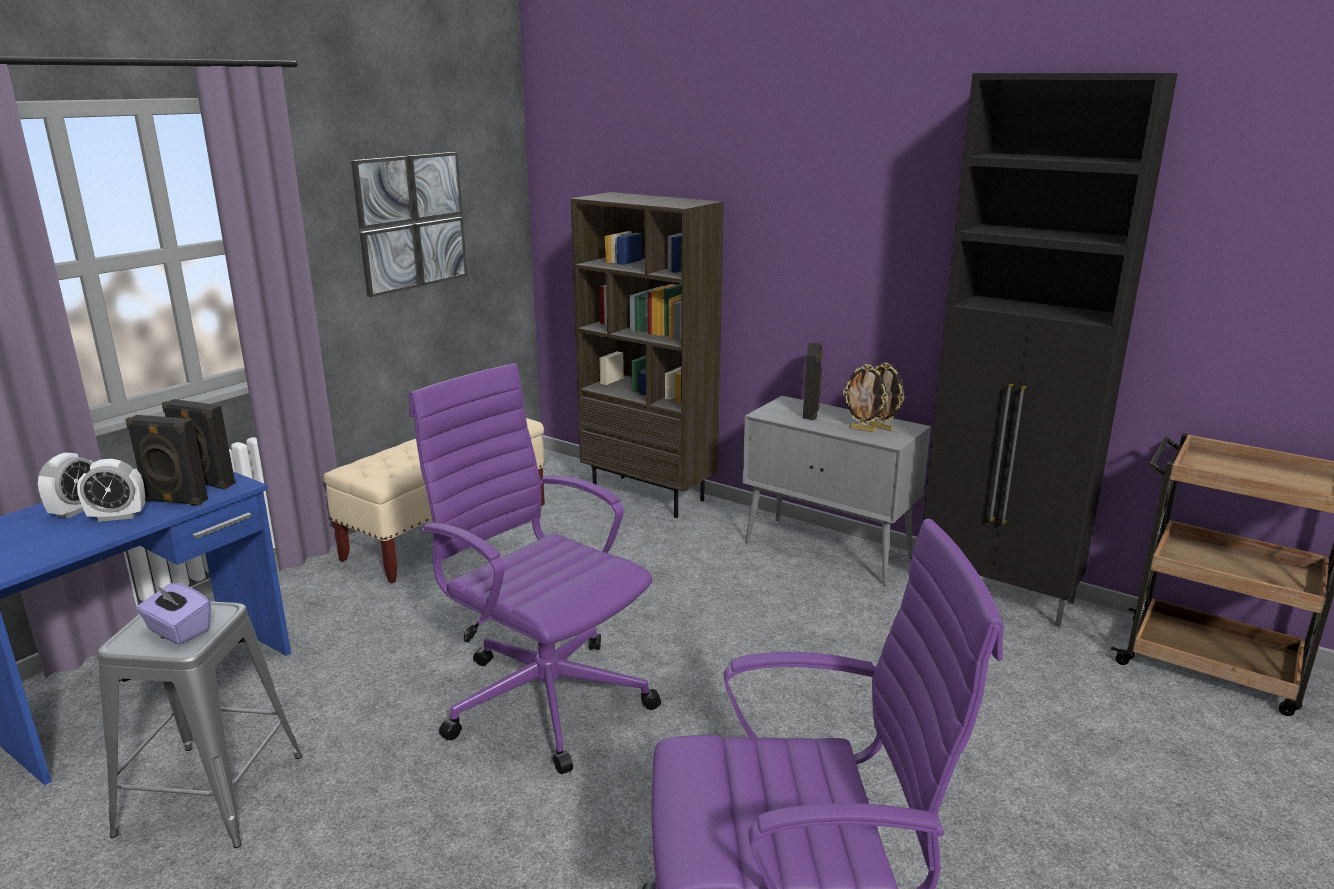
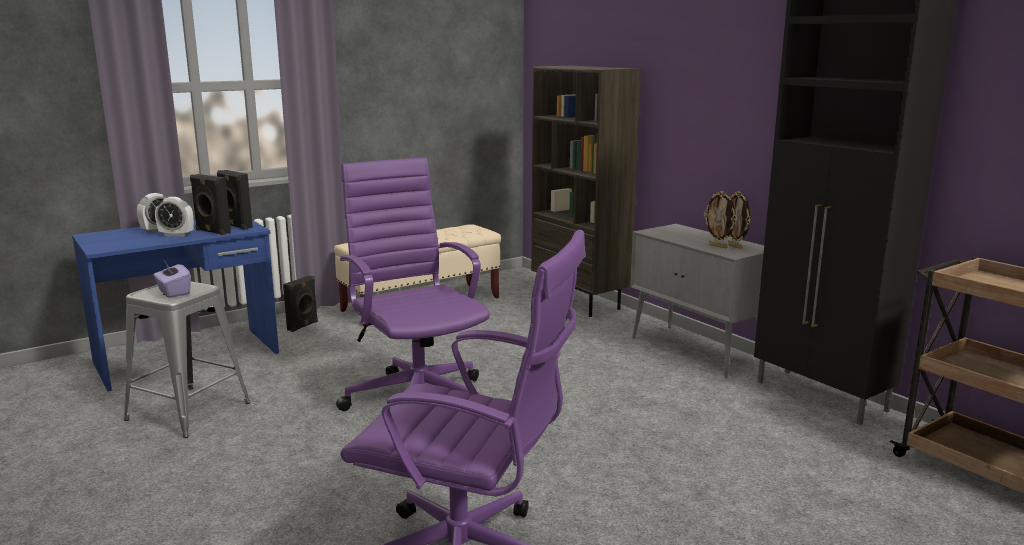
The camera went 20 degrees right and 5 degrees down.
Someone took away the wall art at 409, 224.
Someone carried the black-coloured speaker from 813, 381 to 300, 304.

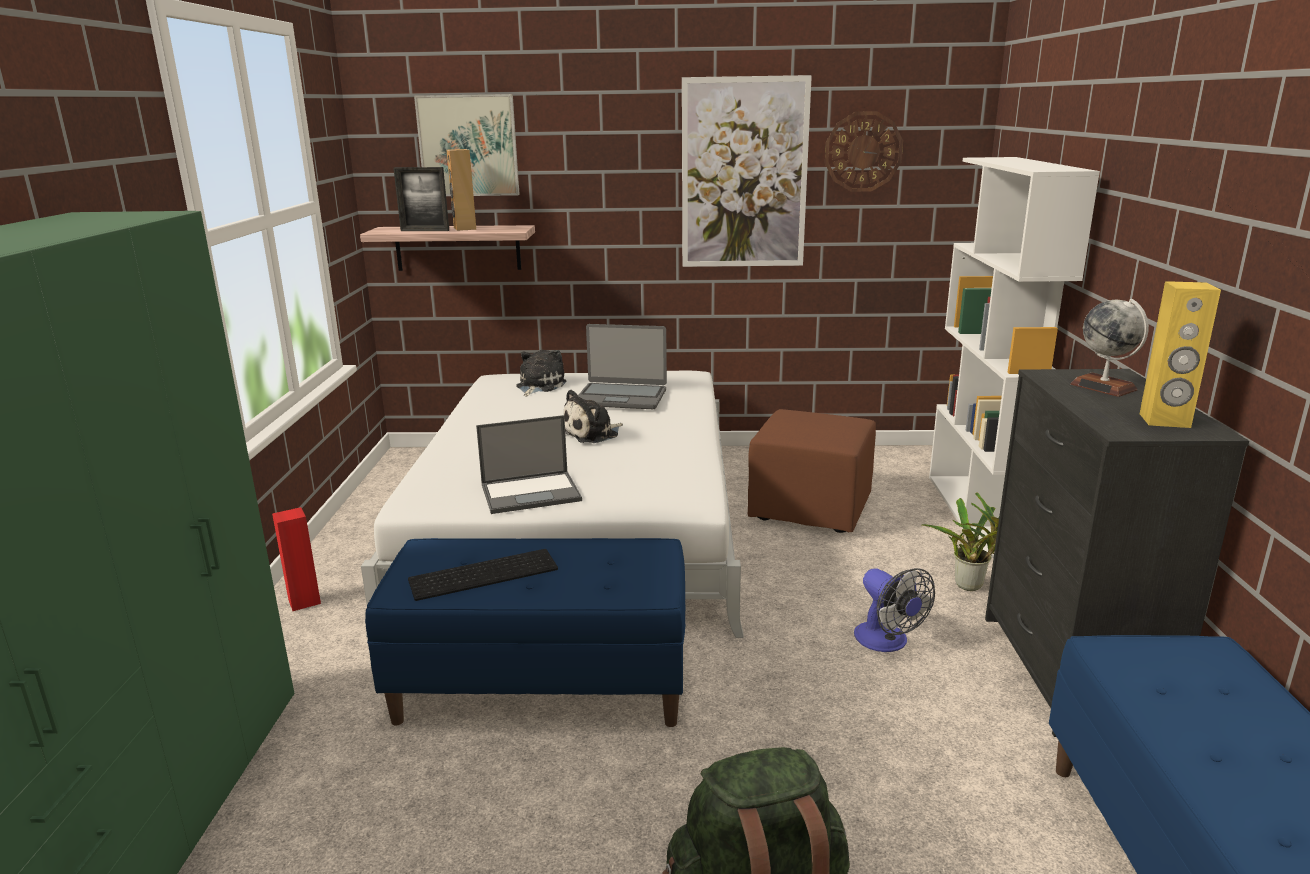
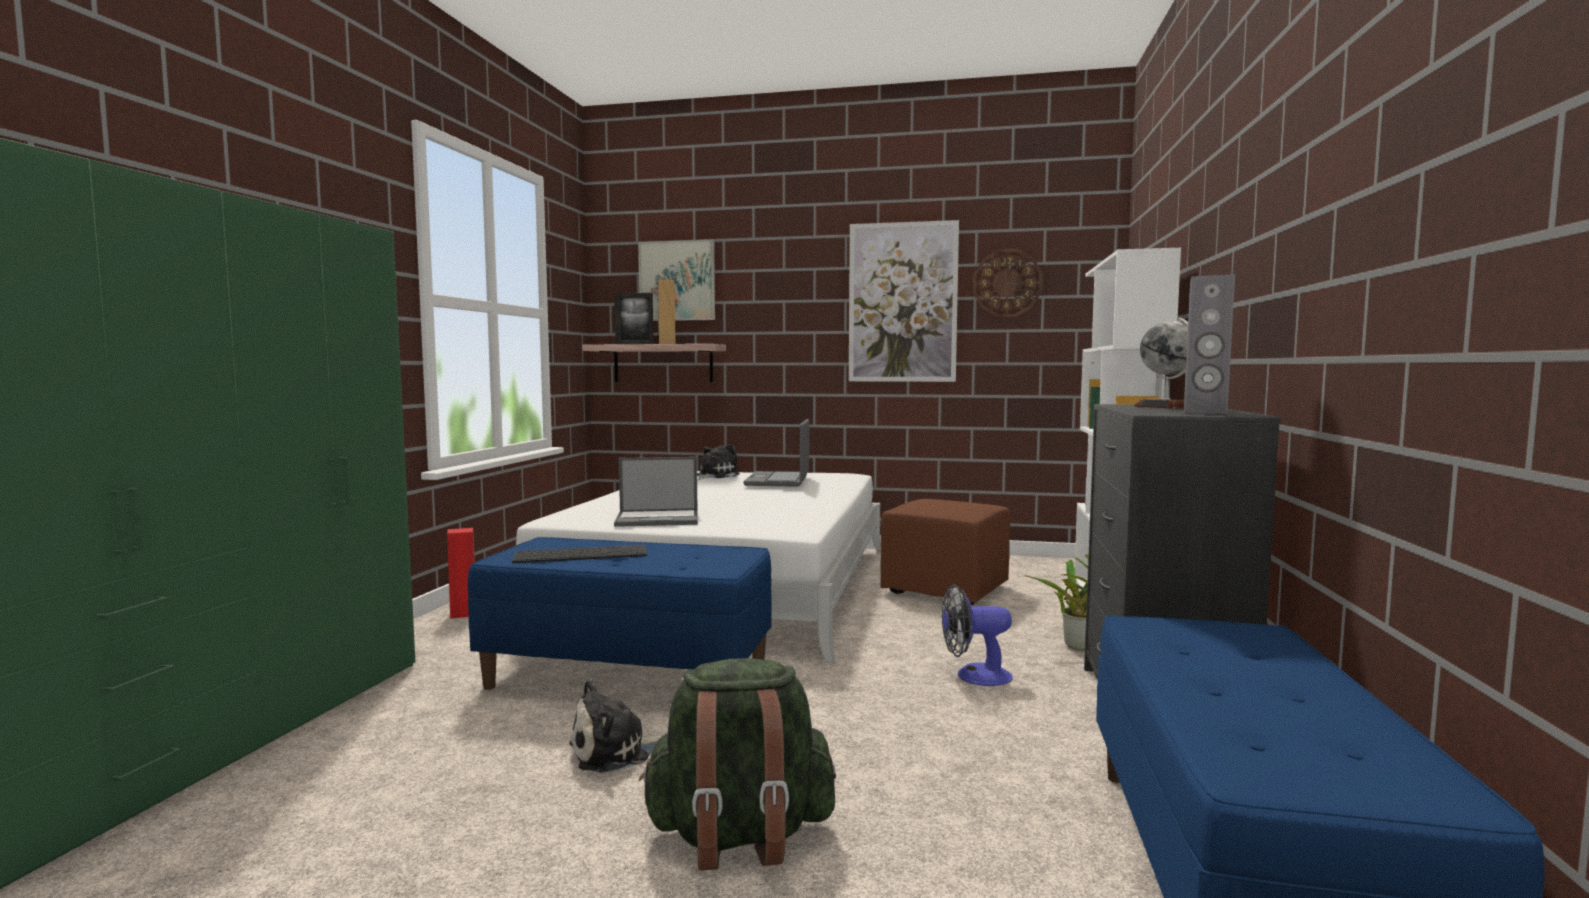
The camera went 10 degrees right and 15 degrees down.
Someone carried the soft toy from 593, 416 to 616, 726.
Someone repainted the yellowish speaker at 1180, 354, which became the grey speaker at 1209, 344.
Someone rotated the laptop at 622, 366 by 75 degrees clockwise.
Someone rotated the fan at 894, 610 by 105 degrees clockwise.

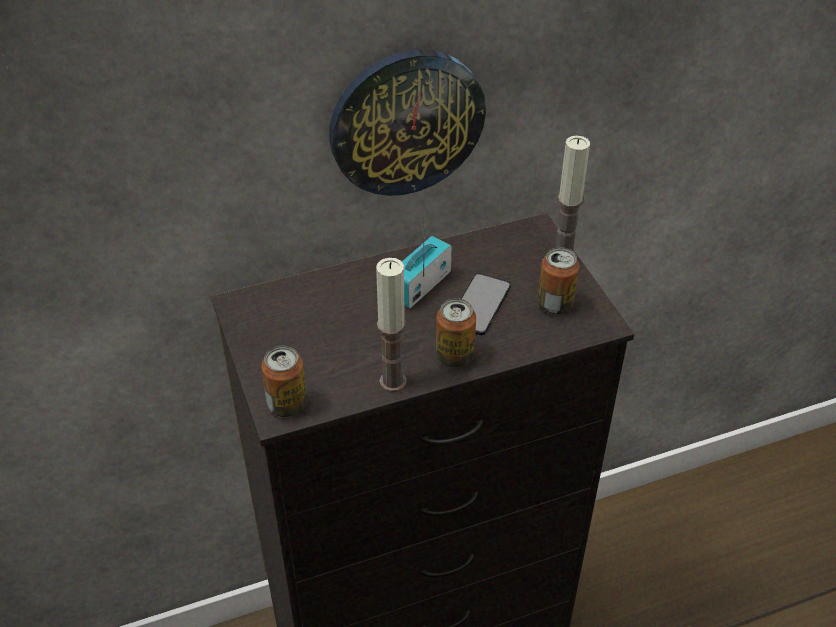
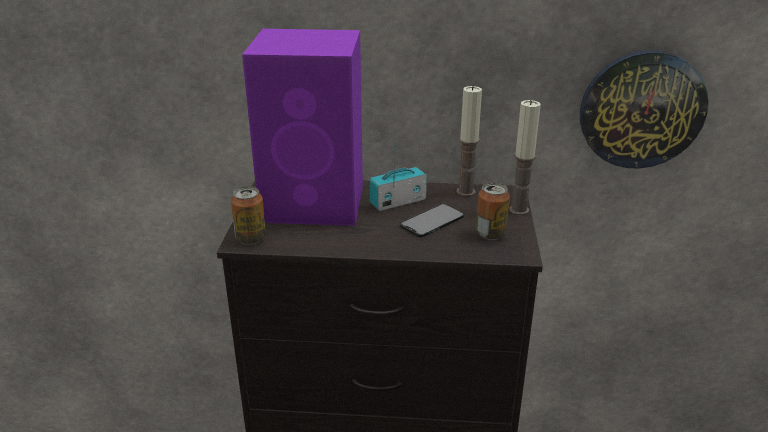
The camera went 25 degrees right and 15 degrees down.
Someone took away the metal can at 456, 333.
Someone put down the purple-coloured speaker at 302, 127.
Someone carried the wall clock from 407, 123 to 644, 109.
Someone carried the wax light from 391, 325 to 469, 141.

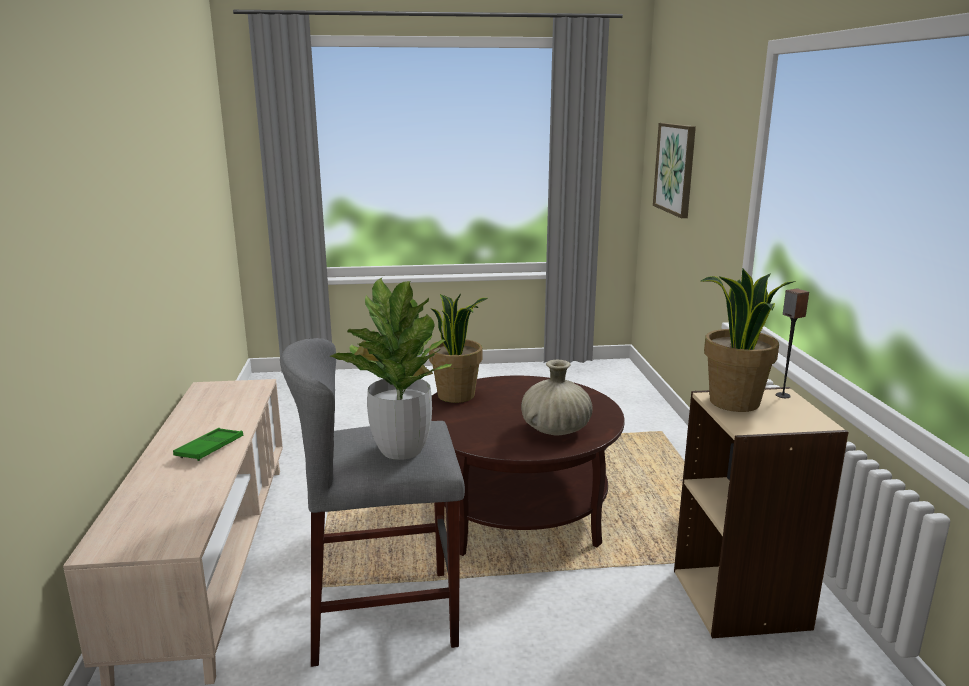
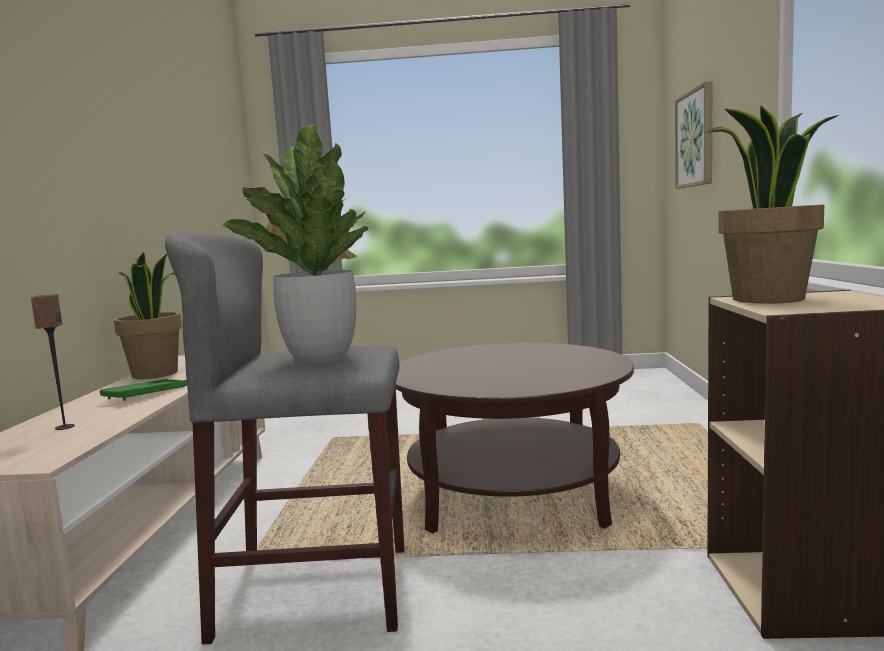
The camera went 10 degrees right and 10 degrees down.
Someone took away the beige vase at 557, 398.
Someone carried the plant in a pot from 458, 348 to 148, 315.
Someone carried the speaker from 792, 343 to 53, 362.

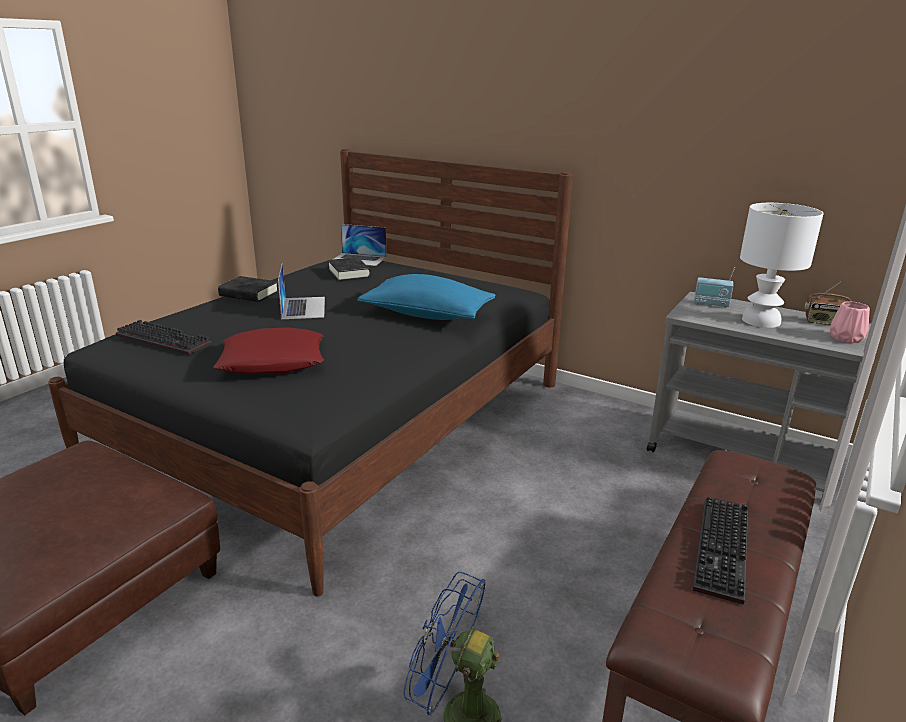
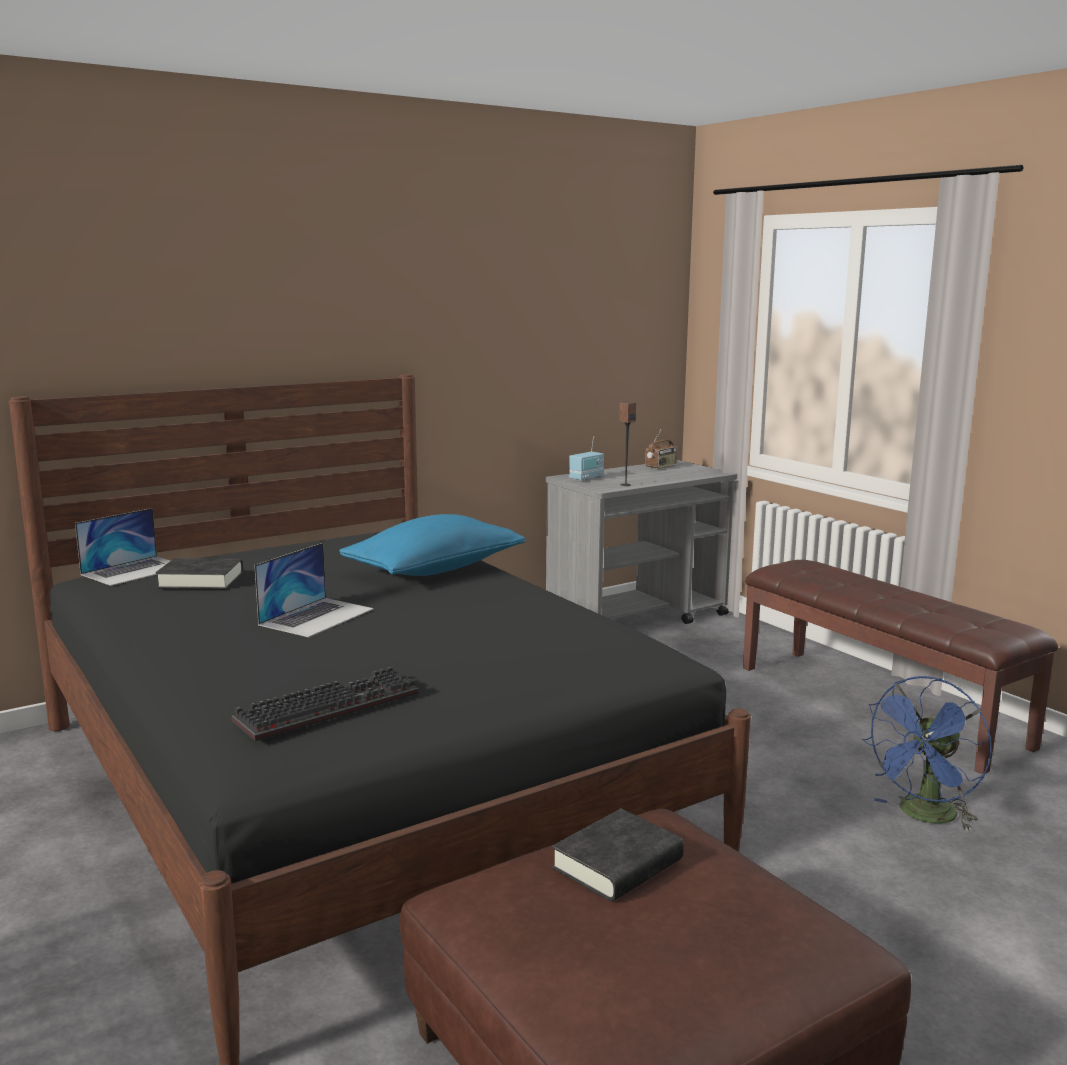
The camera went 65 degrees left and 10 degrees down.
Someone took away the red pillow at 268, 350.
Someone took away the keyboard at 720, 550.
Someone took away the white-coloured table lamp at 782, 265.
Someone took away the pinkish vase at 850, 322.
Someone put down the speaker at 627, 444.
Someone carried the black-coloured book from 248, 289 to 618, 855.
Someone rotated the laptop at 301, 291 by 105 degrees clockwise.

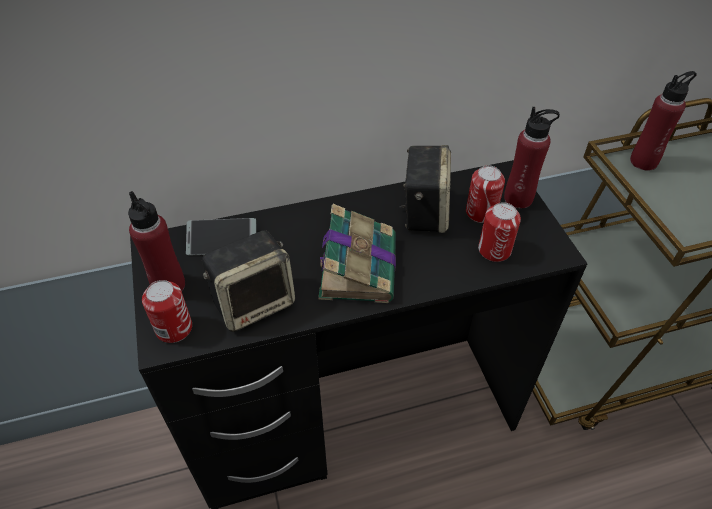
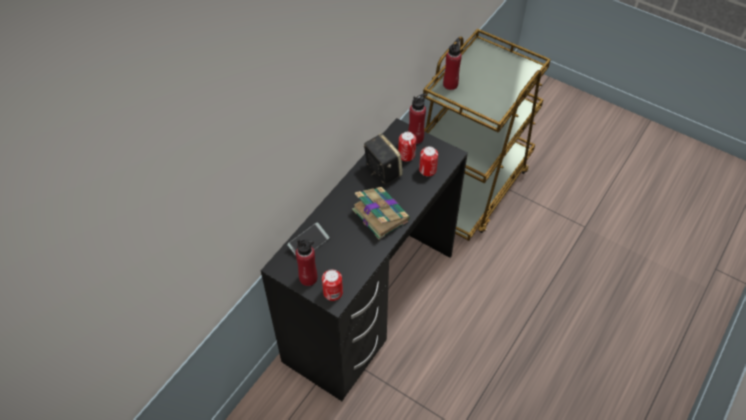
The camera went 40 degrees left and 5 degrees up.
Someone took away the speaker at 248, 281.

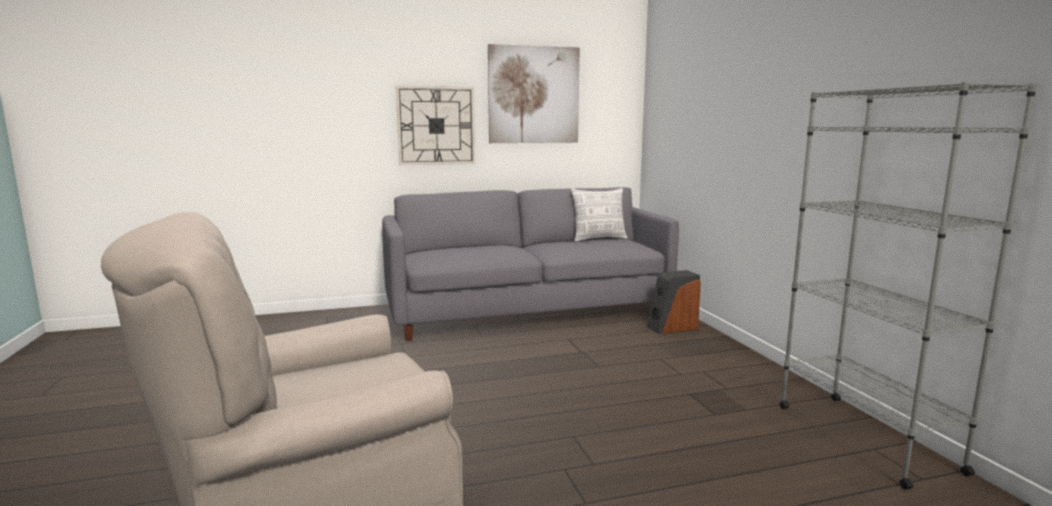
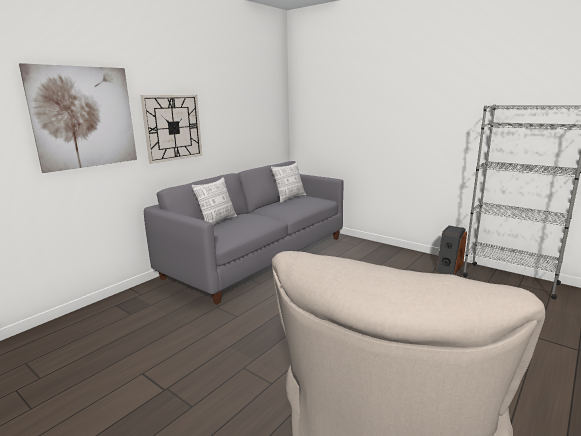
The camera went 35 degrees left and 5 degrees up.
Someone put down the pillow at 214, 201.
Someone carried the wall art from 534, 93 to 78, 118.
Someone carried the speaker from 674, 302 to 451, 250.

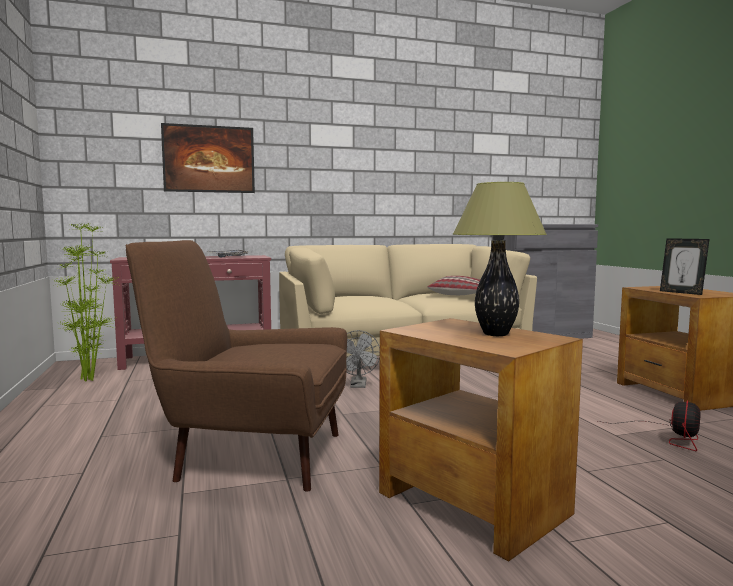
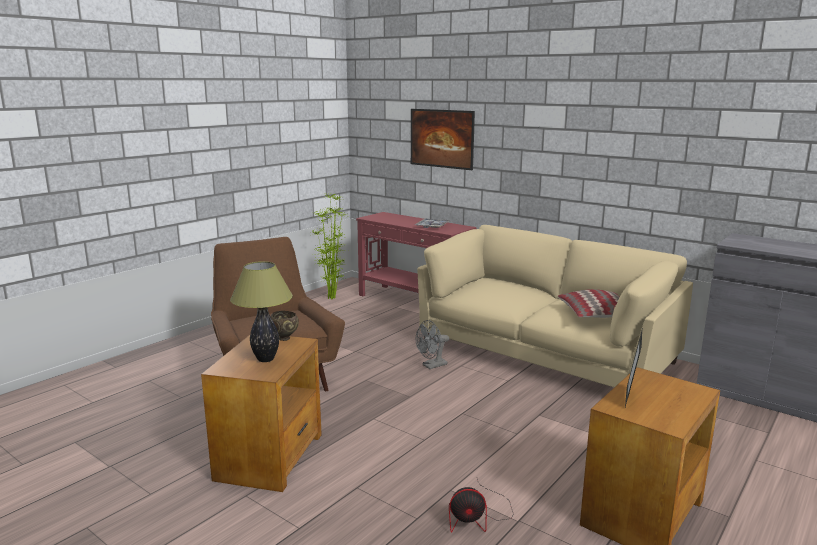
The camera went 55 degrees right and 10 degrees up.
Someone put down the brownish deep dish at 285, 326.

